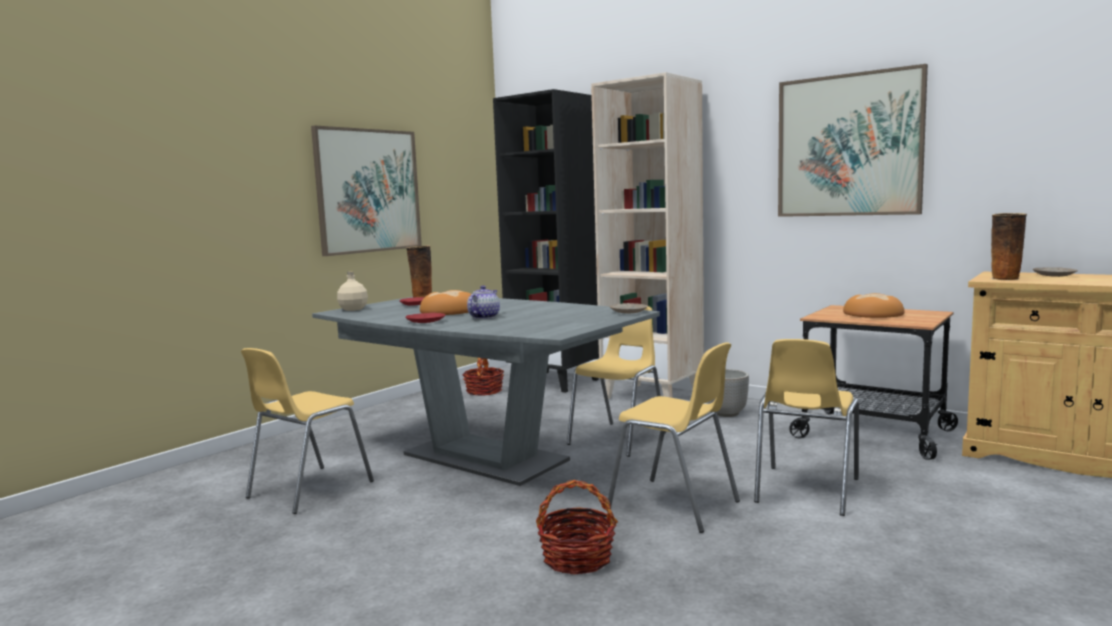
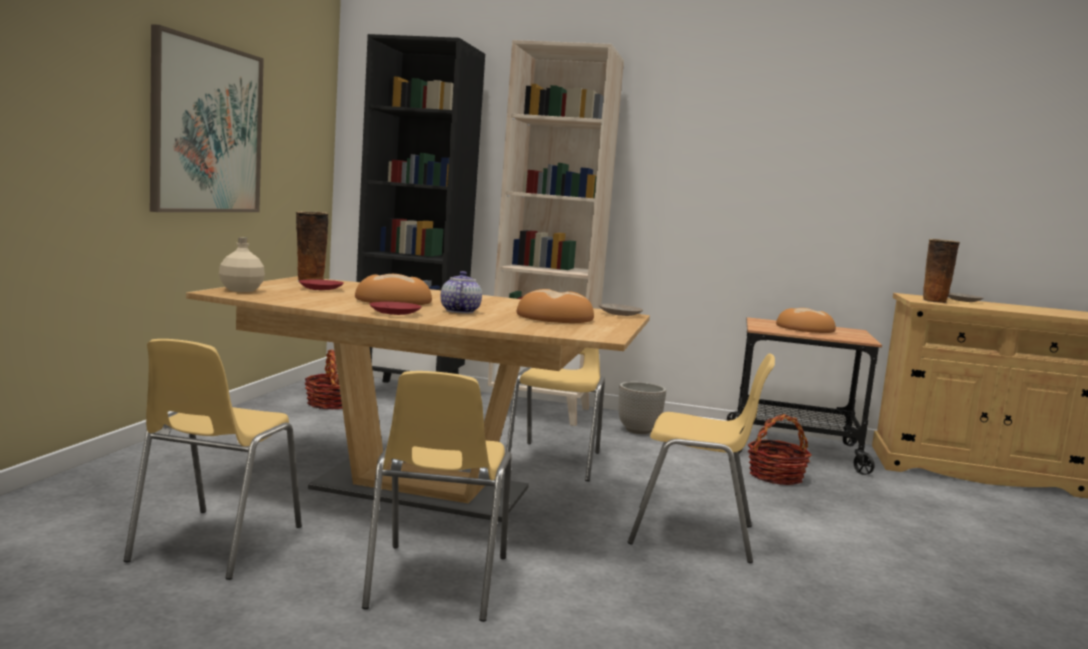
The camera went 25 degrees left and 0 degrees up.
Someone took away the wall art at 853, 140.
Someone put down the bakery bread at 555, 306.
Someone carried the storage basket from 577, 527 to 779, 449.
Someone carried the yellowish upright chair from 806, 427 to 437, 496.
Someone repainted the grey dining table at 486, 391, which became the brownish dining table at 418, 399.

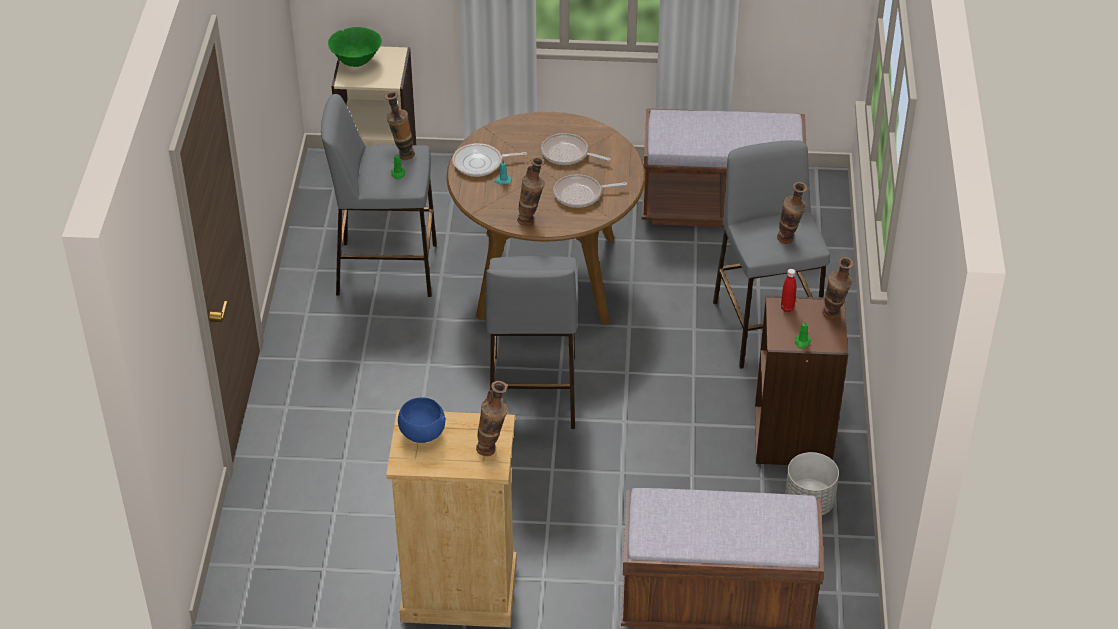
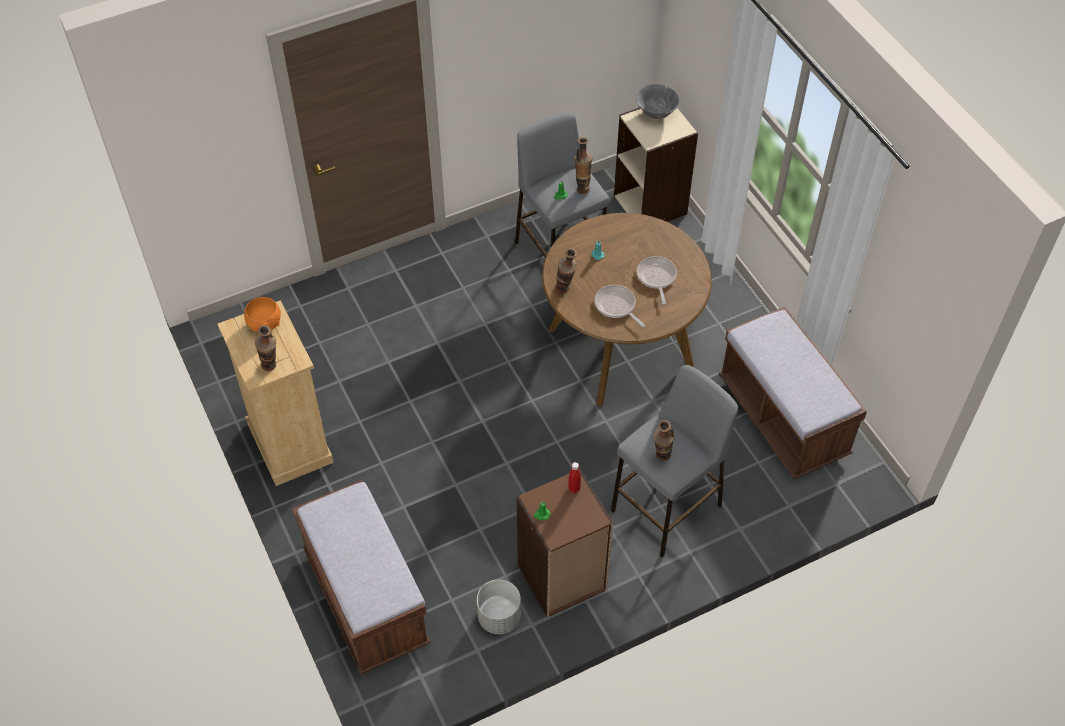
The camera went 60 degrees right and 10 degrees up.
Someone took away the pan at 489, 160.
Someone took away the grey stool at 531, 342.
Someone took away the vase at 838, 288.
Someone repainted the green-coloured deep dish at 355, 47, which became the grey deep dish at 658, 101.
Someone repainted the bluish deep dish at 422, 420, which became the orangey deep dish at 262, 314.

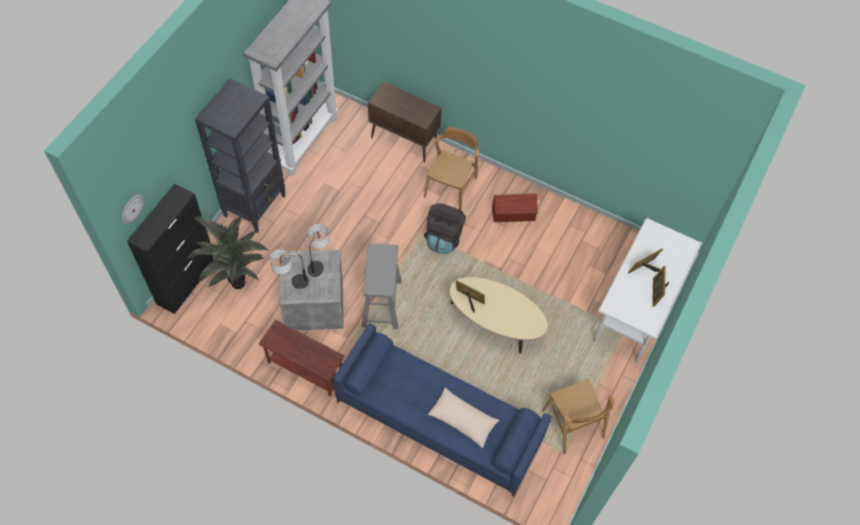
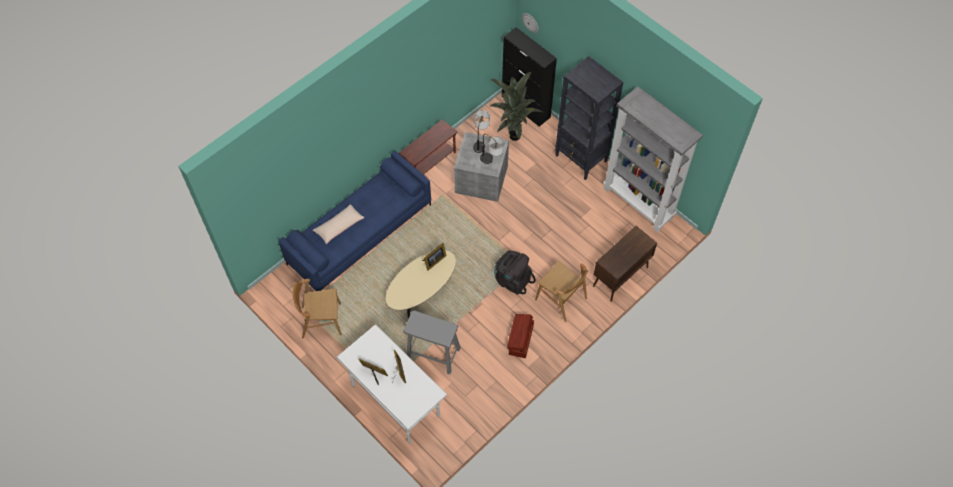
The camera went 110 degrees right and 0 degrees up.
Someone carried the grey stool from 381, 286 to 432, 343.

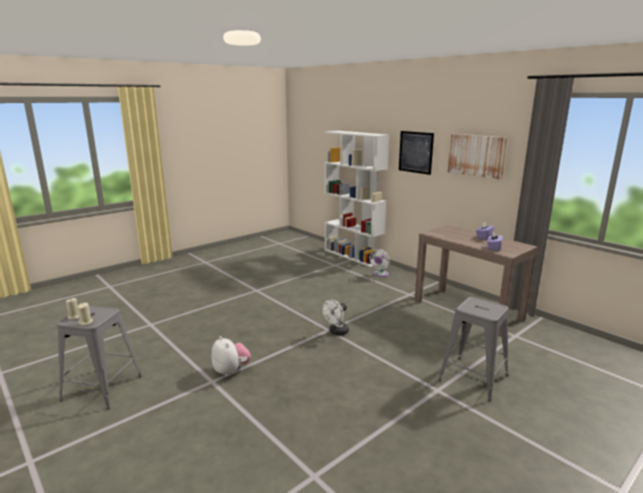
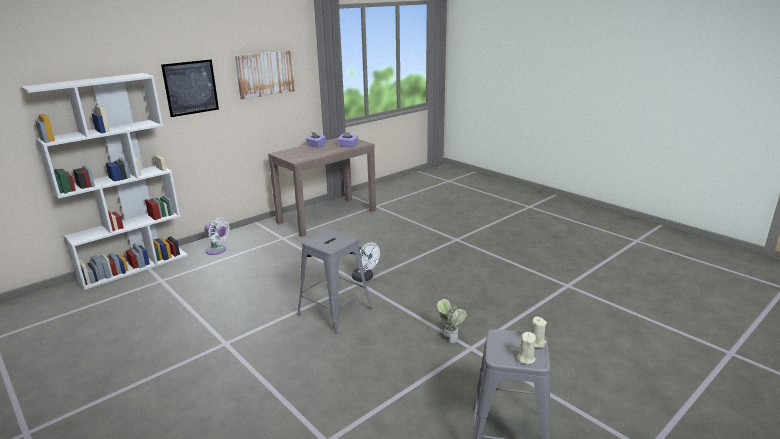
The camera went 90 degrees left and 5 degrees up.
Someone carried the grey stool from 473, 349 to 335, 281.
Someone swapped the soft toy at 231, 356 for the plant in a pot at 451, 321.

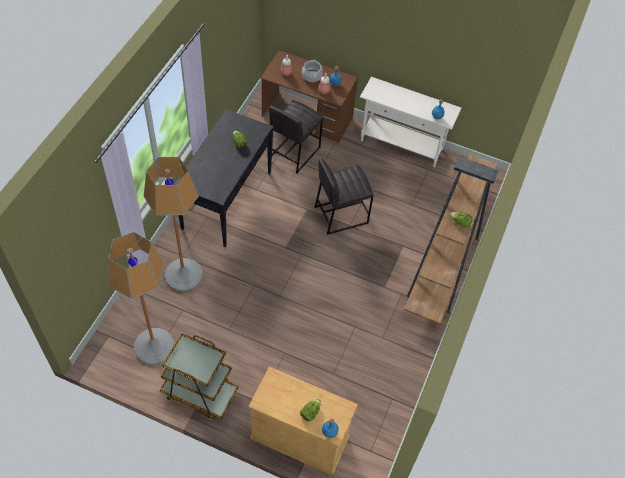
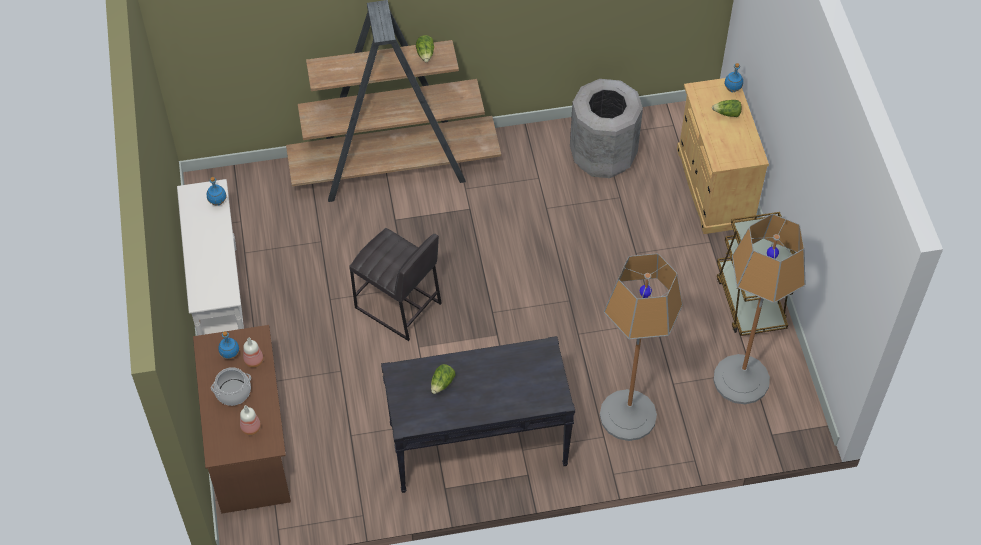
The camera went 120 degrees left and 0 degrees up.
Someone took away the grey stool at 296, 136.
Someone put down the grey waste bin at 606, 128.

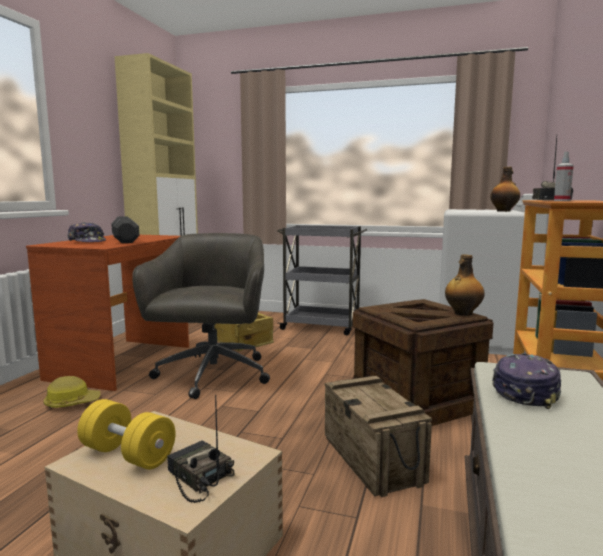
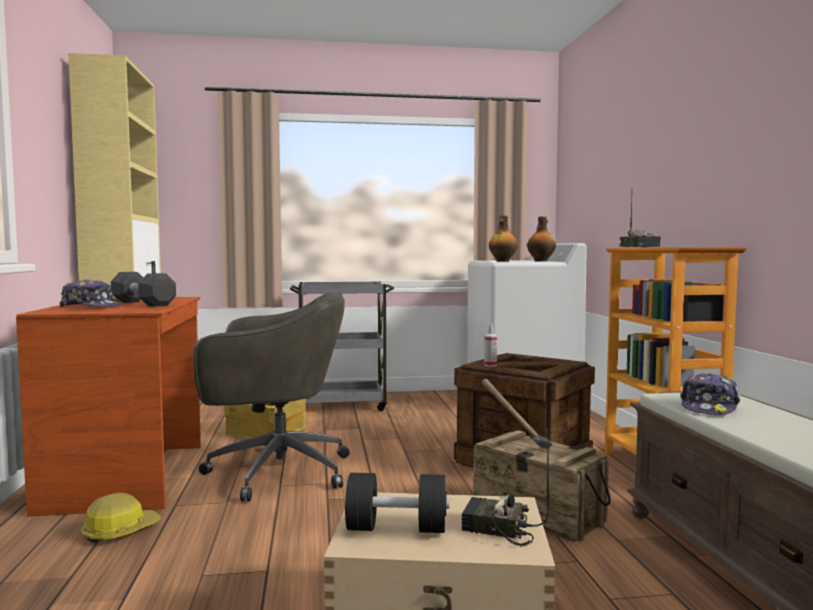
The camera went 25 degrees left and 5 degrees down.
Someone put down the hand hammer at 517, 414.
Someone carried the bottle from 465, 285 to 503, 238.
Someone carried the hand sprayer from 564, 176 to 490, 345.
Someone repainted the yellowish dumbbell at 126, 434, which became the black-coloured dumbbell at 397, 503.
Someone rotated the grey desk chair at 201, 316 by 105 degrees clockwise.
Someone rotated the cap at 526, 381 by 150 degrees counterclockwise.

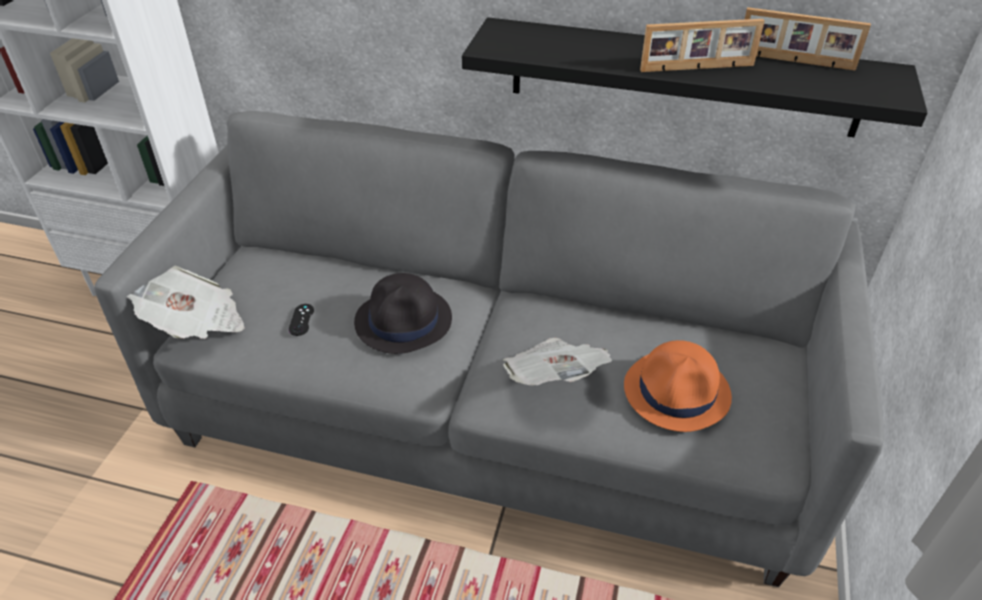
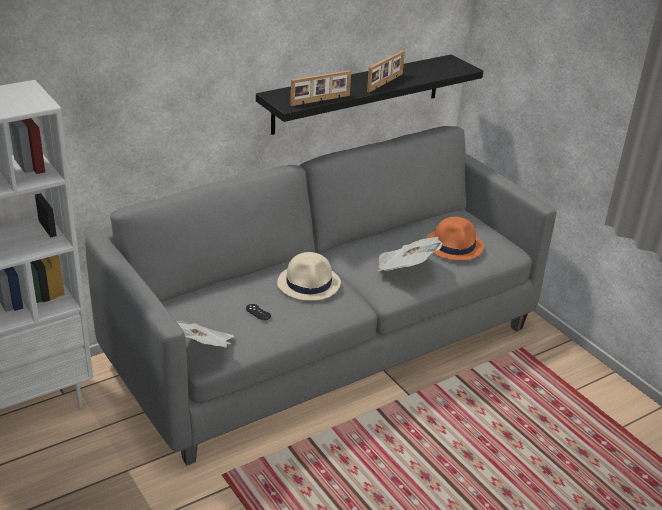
The camera went 50 degrees left and 10 degrees down.
Someone carried the photo frame from 807, 39 to 320, 88.
Someone repainted the black-coloured wearable hat at 403, 313, which became the beige wearable hat at 309, 276.

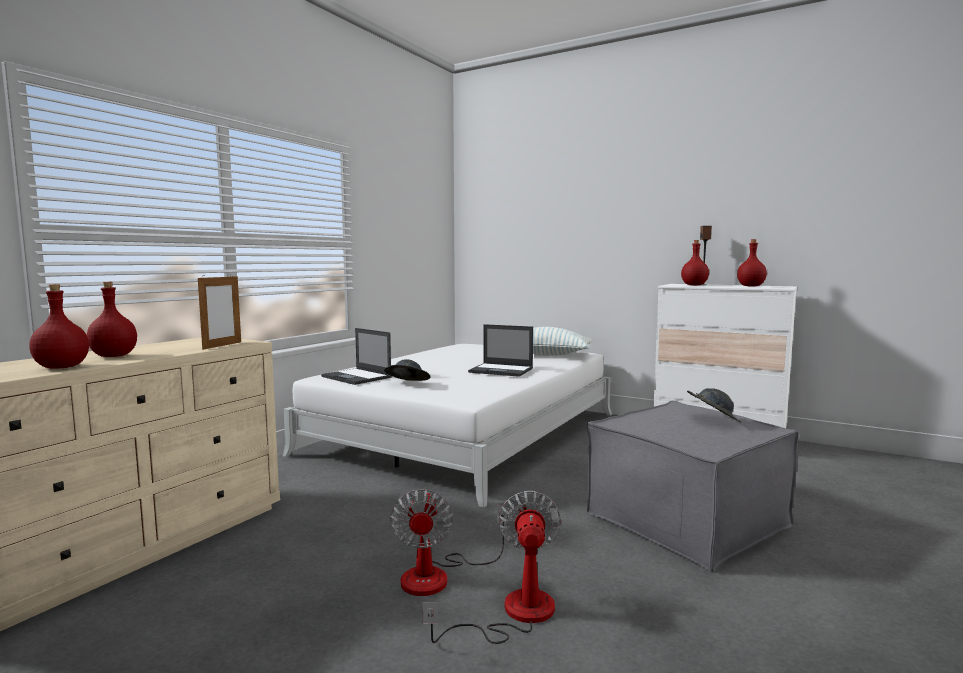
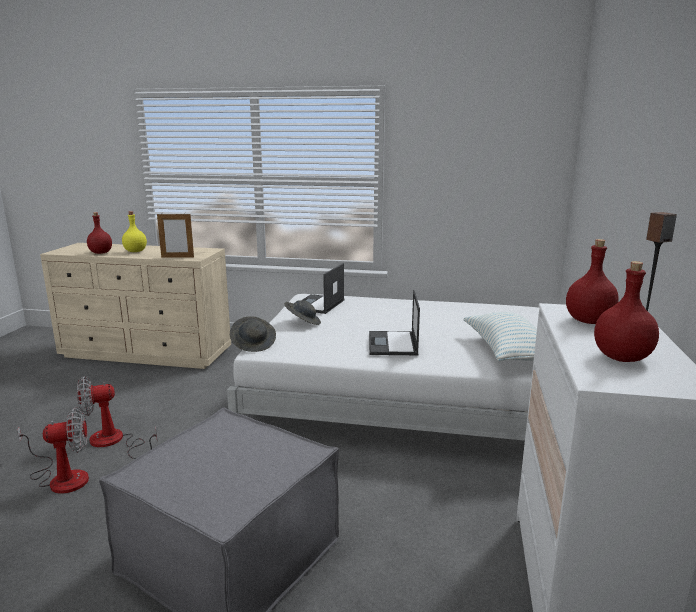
The camera went 70 degrees right and 10 degrees up.
Someone carried the grey wearable hat from 714, 405 to 253, 334.
Someone repainted the red bottle at 112, 319, which became the yellowish bottle at 134, 231.

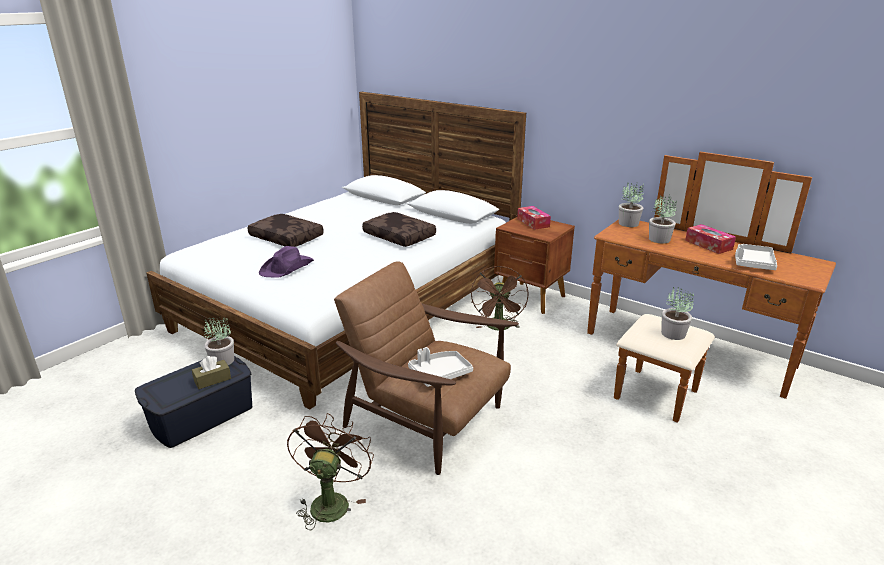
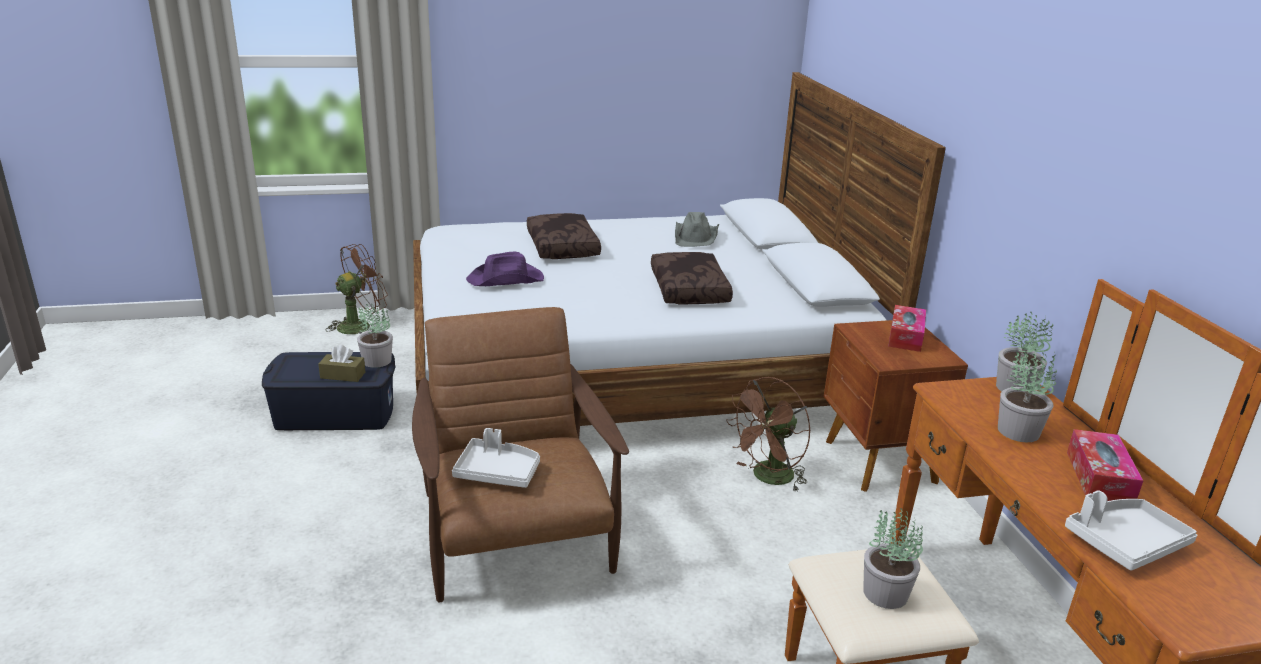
The camera went 40 degrees right and 0 degrees up.
Someone put down the grey wearable hat at 697, 229.
Someone carried the brownish fan from 330, 471 to 356, 289.

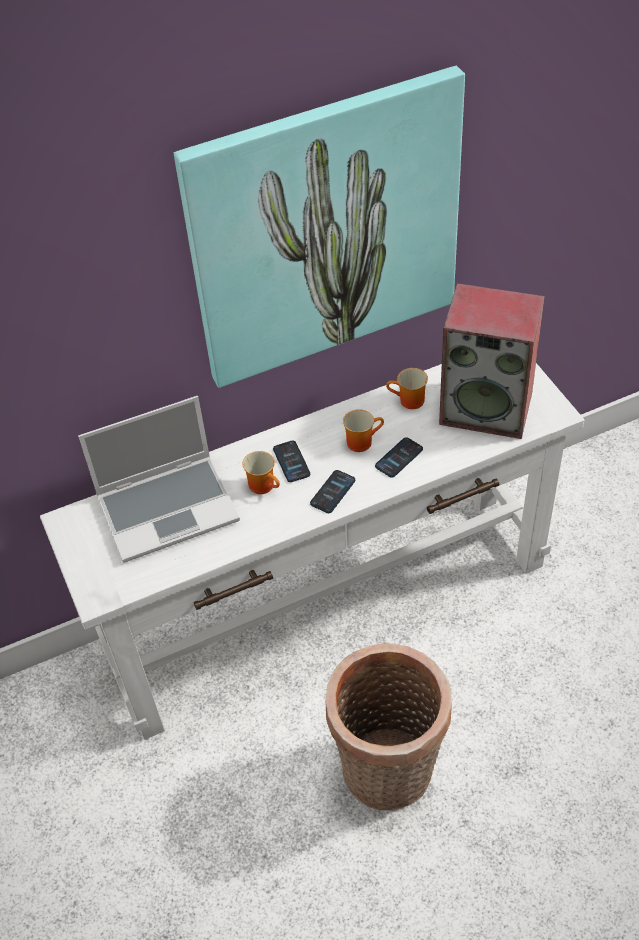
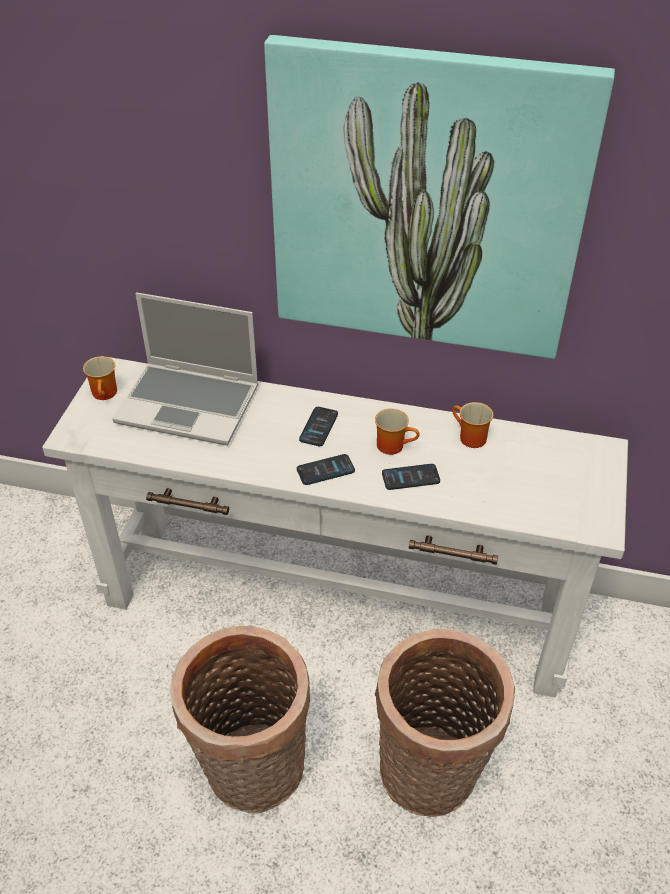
The camera went 35 degrees right and 5 degrees down.
Someone took away the speaker at 492, 361.
Someone put down the storage basket at 444, 723.
Someone carried the mug from 261, 472 to 100, 378.

